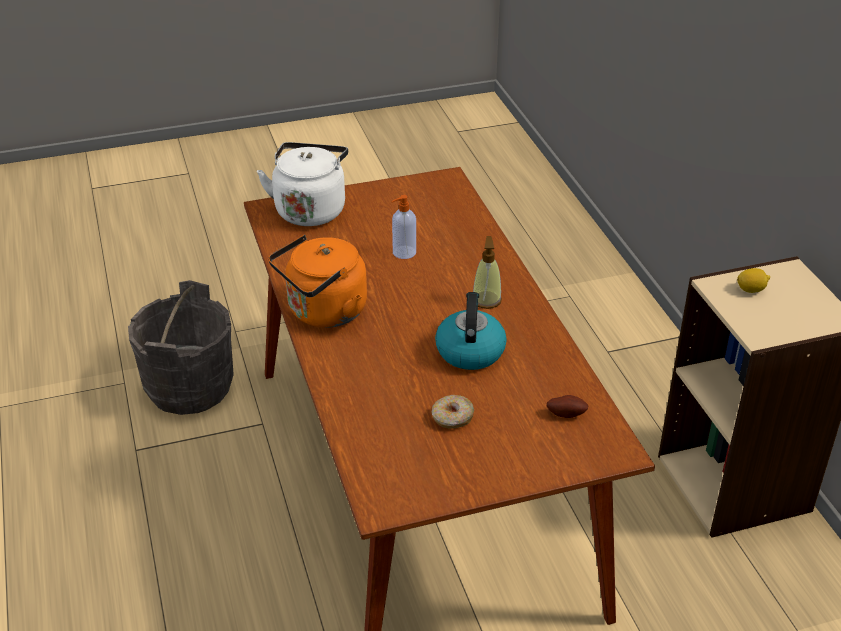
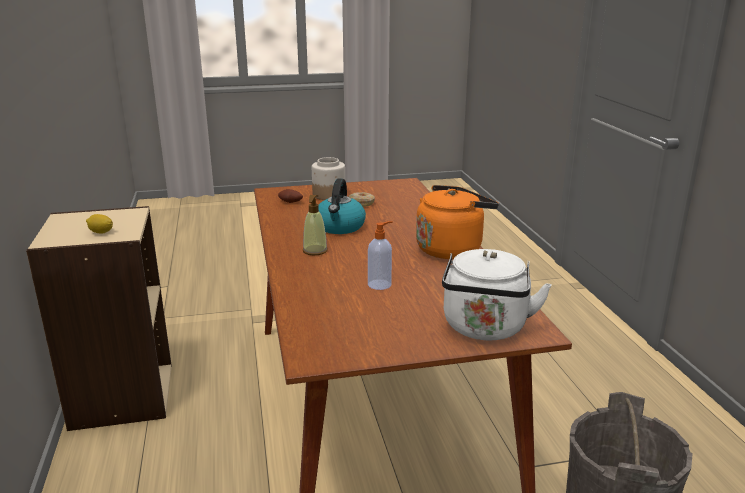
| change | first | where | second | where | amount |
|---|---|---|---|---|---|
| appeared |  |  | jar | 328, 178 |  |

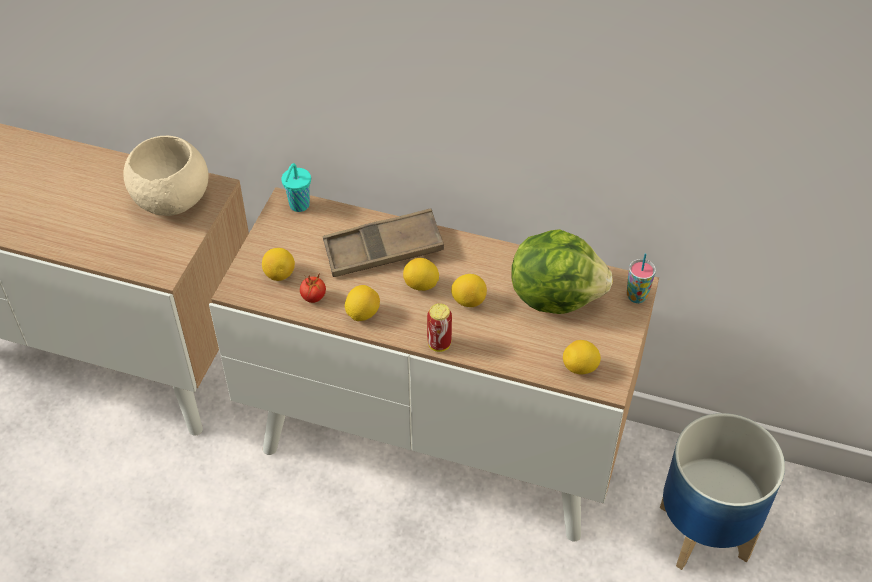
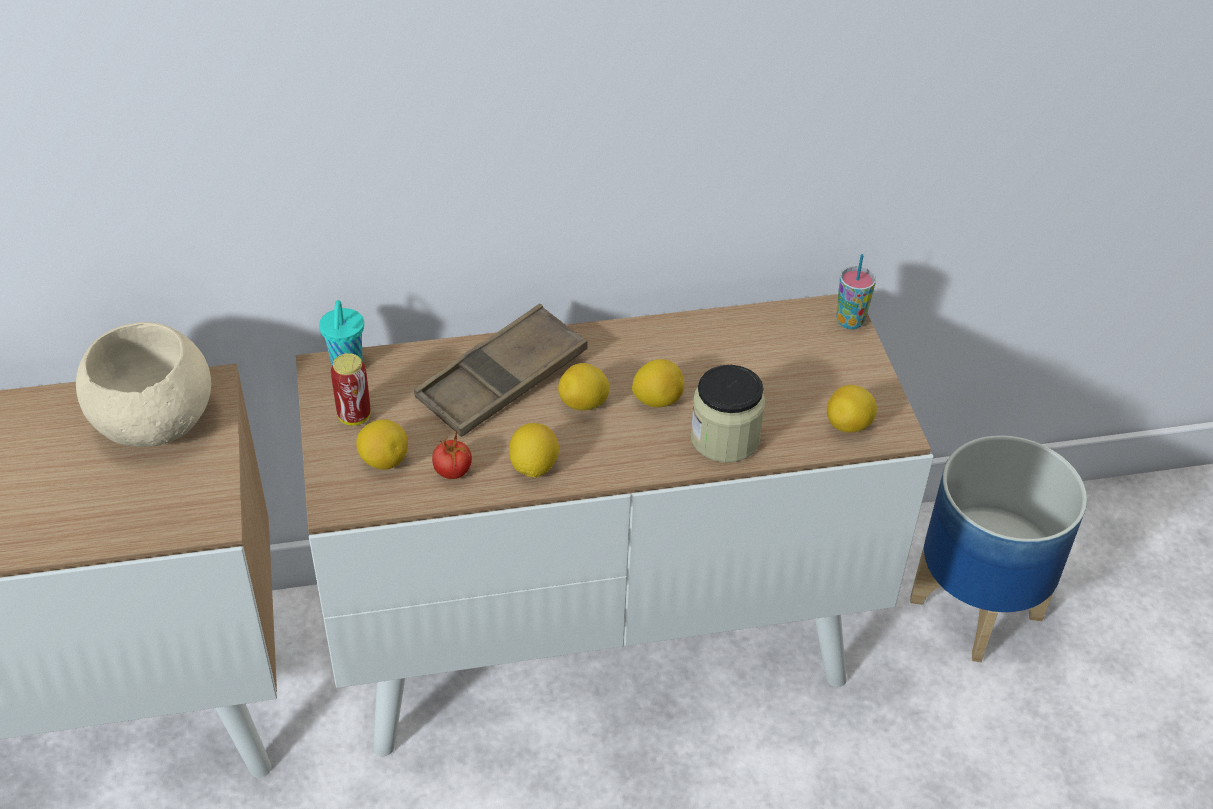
| change | first | where | second | where | amount |
|---|---|---|---|---|---|
| relocated | can | 439, 327 |  | 351, 389 |  |
| appeared |  |  | jar | 727, 414 |  |
| missing | lettuce | 562, 271 |  |  |  |

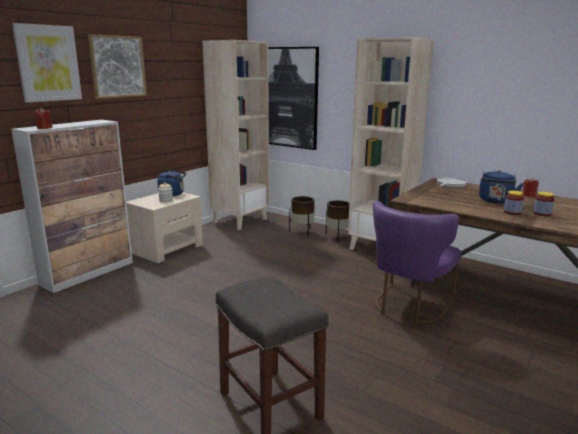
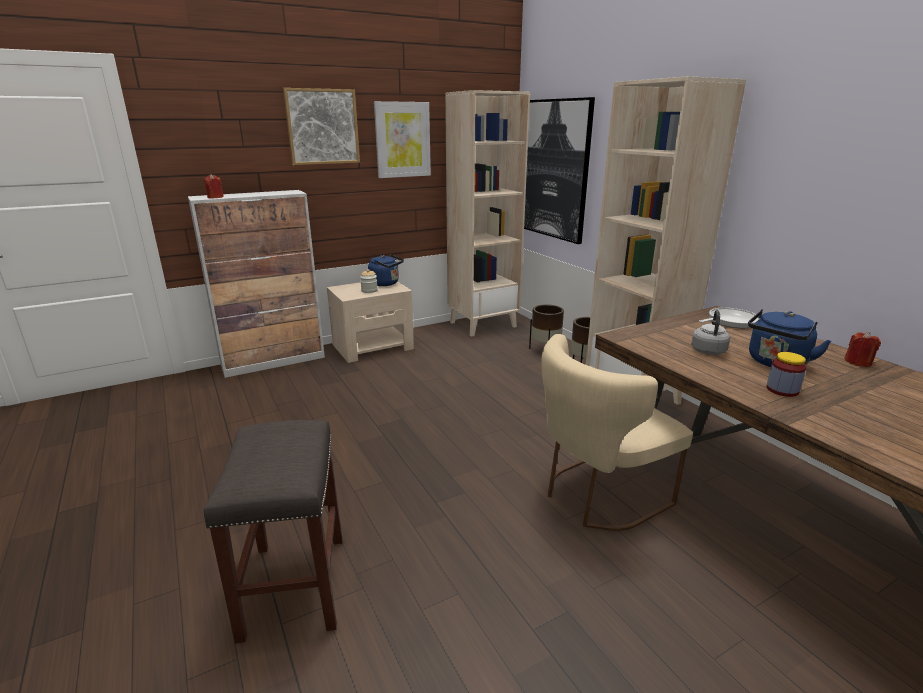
| change | first | where | second | where | amount |
|---|---|---|---|---|---|
| relocated | picture | 47, 63 |  | 402, 139 |  |
| colour | chair in purple | 417, 262 | chair in beige | 617, 432 |  |
| appeared |  |  | kettle in grey | 710, 332 |  |
| missing | jar | 543, 204 |  |  |  |

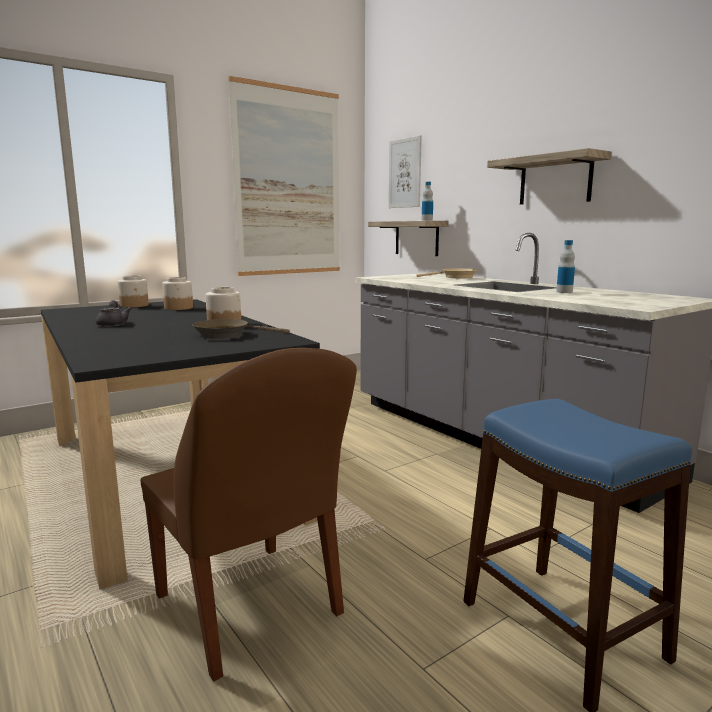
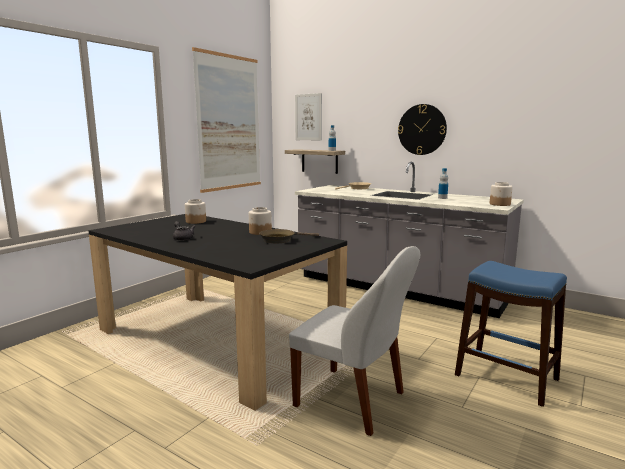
| change | first | where | second | where | amount |
|---|---|---|---|---|---|
| colour | chair in brown | 248, 514 | chair in white | 354, 341 |  |
| exchanged | shelf | 549, 176 | wall clock | 422, 129 |  |
| relocated | jar | 133, 291 |  | 501, 194 |  |

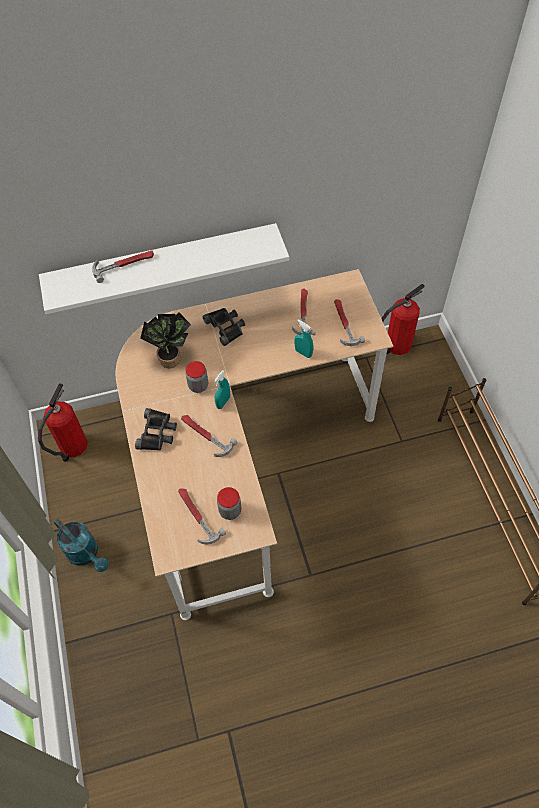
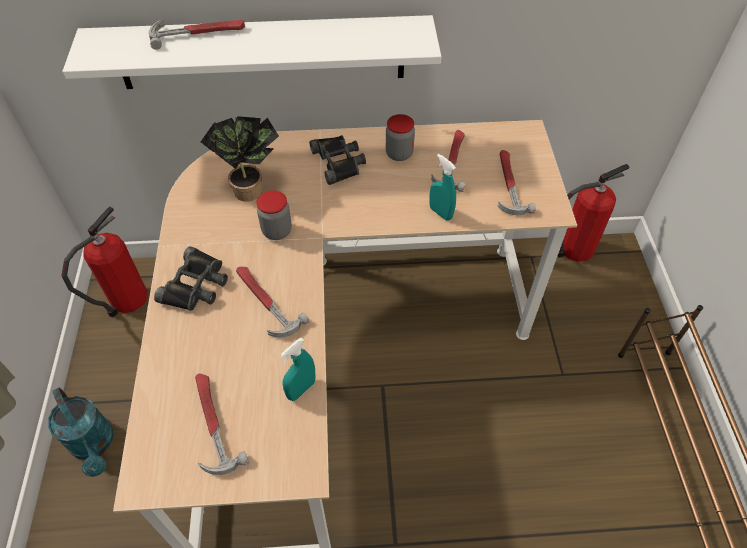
| change | first | where | second | where | amount |
|---|---|---|---|---|---|
| relocated | spray bottle in turquoise | 222, 389 |  | 298, 369 |  |
| relocated | jar | 229, 503 |  | 400, 137 |  |

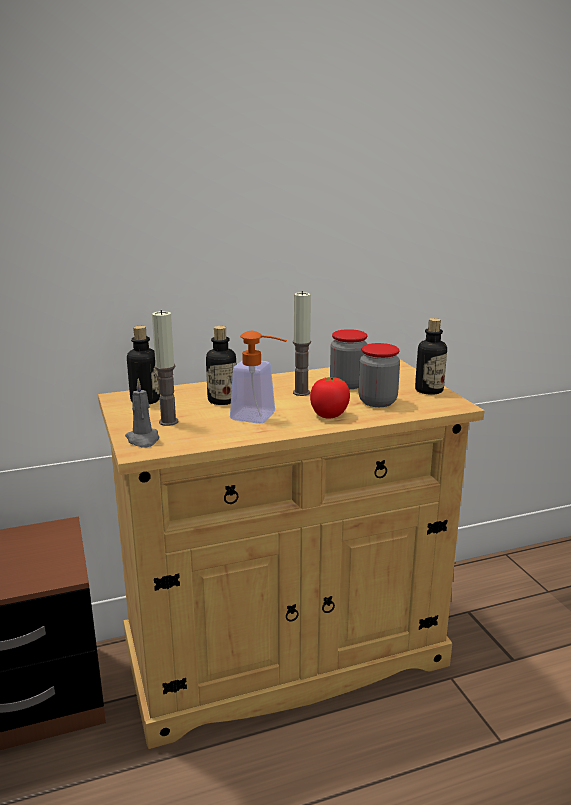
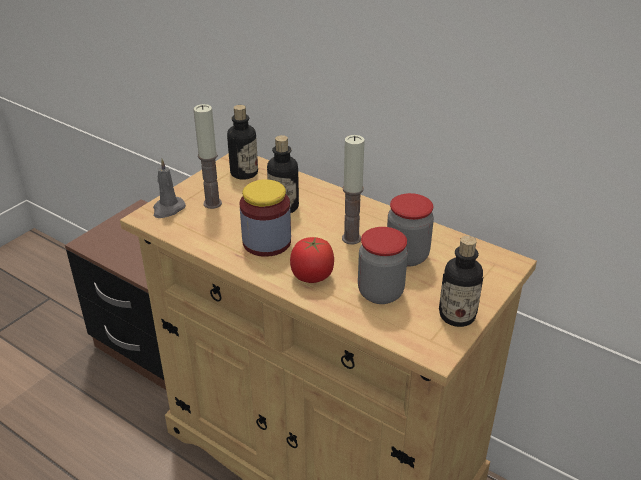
| change | first | where | second | where | amount |
|---|---|---|---|---|---|
| exchanged | soap dispenser | 258, 377 | jar | 265, 218 |  |

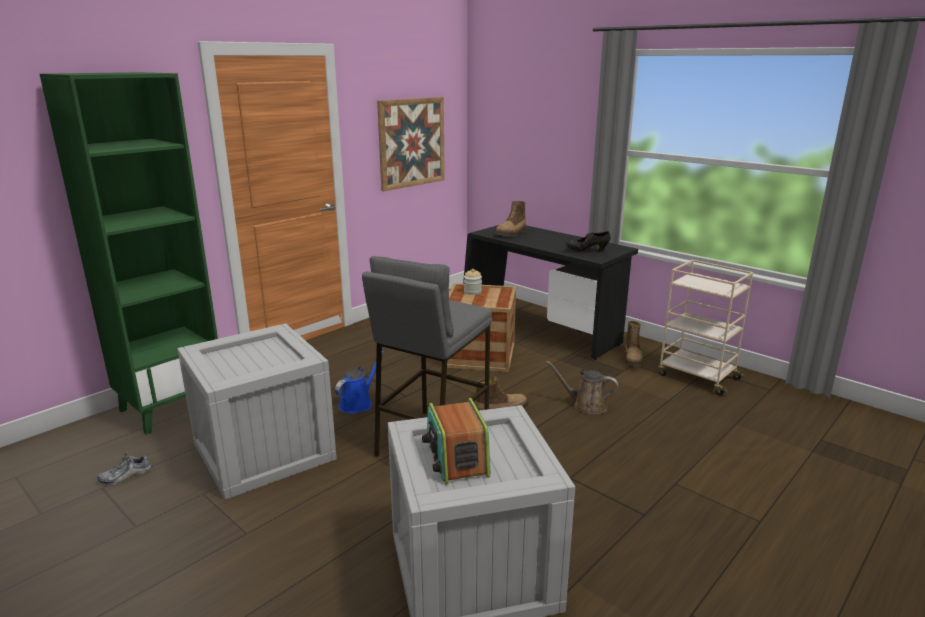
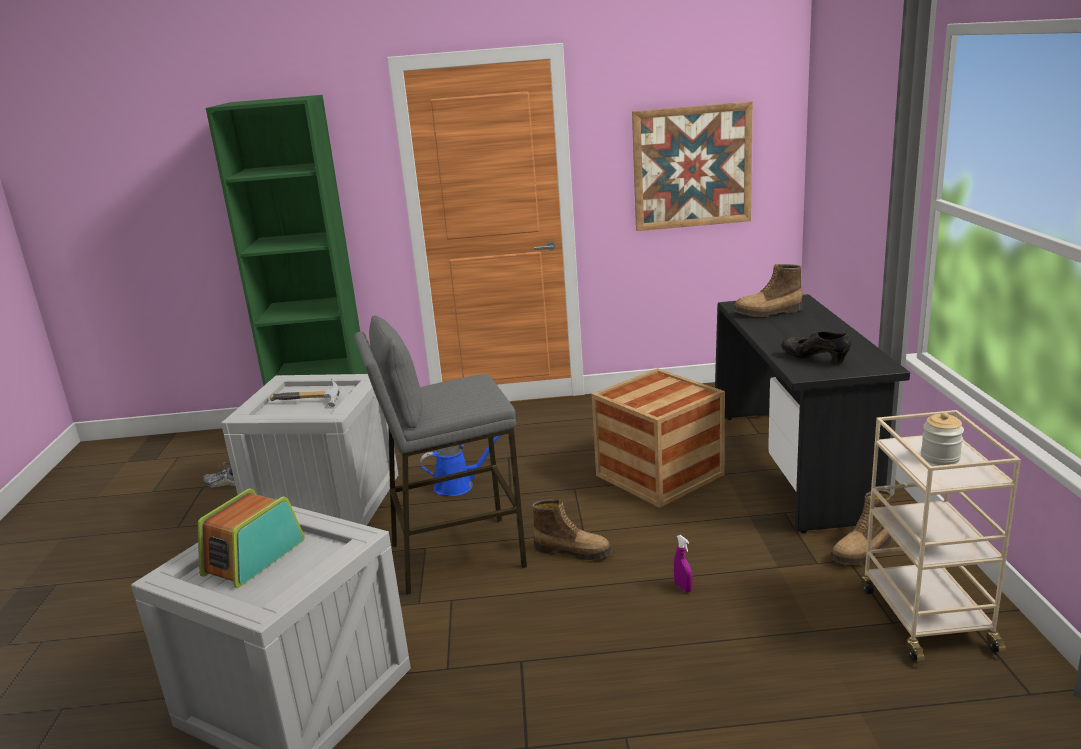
| change | first | where | second | where | amount |
|---|---|---|---|---|---|
| appeared |  |  | hammer | 305, 393 |  |
| exchanged | watering can in brown | 582, 387 | spray bottle in purple | 683, 563 |  |
| relocated | jar | 473, 282 |  | 942, 438 |  |

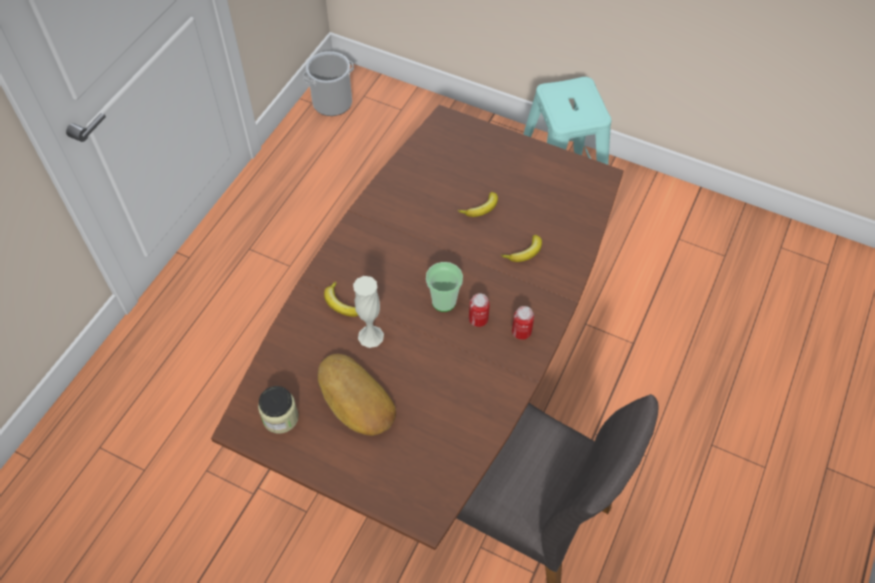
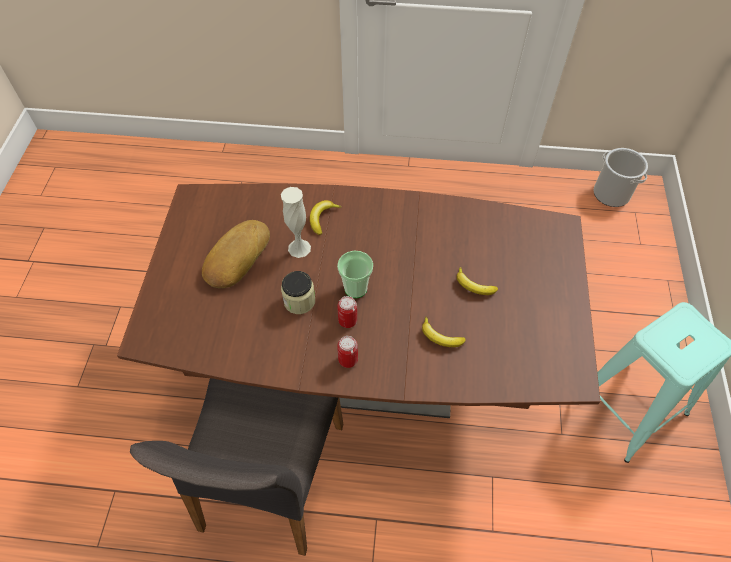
| change | first | where | second | where | amount |
|---|---|---|---|---|---|
| relocated | jar | 278, 410 |  | 298, 292 |  |

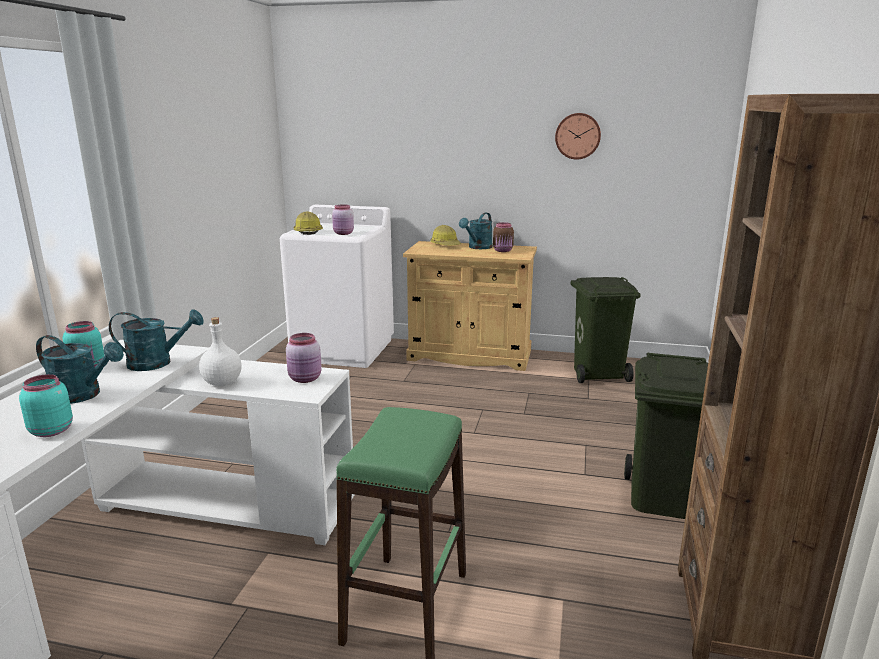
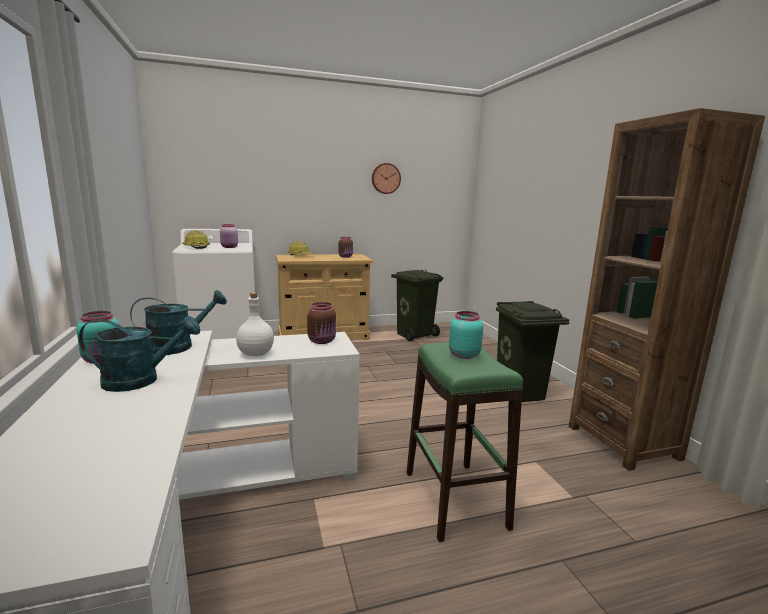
| change | first | where | second | where | amount |
|---|---|---|---|---|---|
| colour | jar in pink | 304, 358 | jar in brown | 321, 323 |  |
| relocated | jar in turquoise | 46, 405 |  | 466, 335 |  |
| missing | watering can in turquoise | 476, 231 |  |  |  |

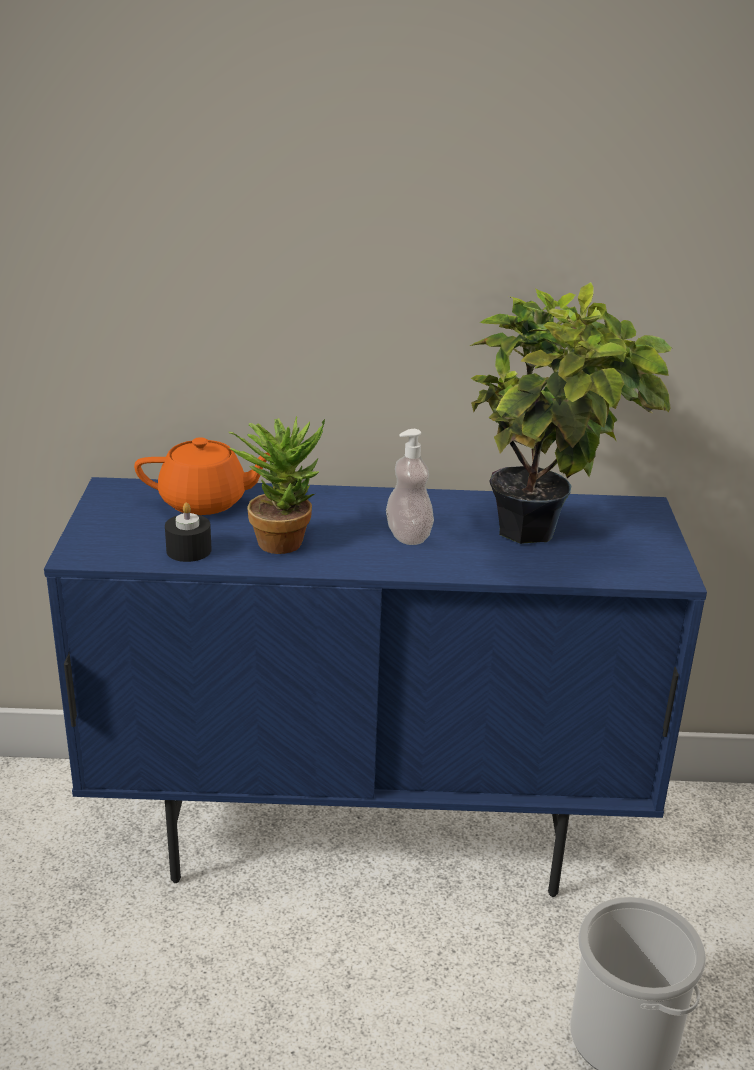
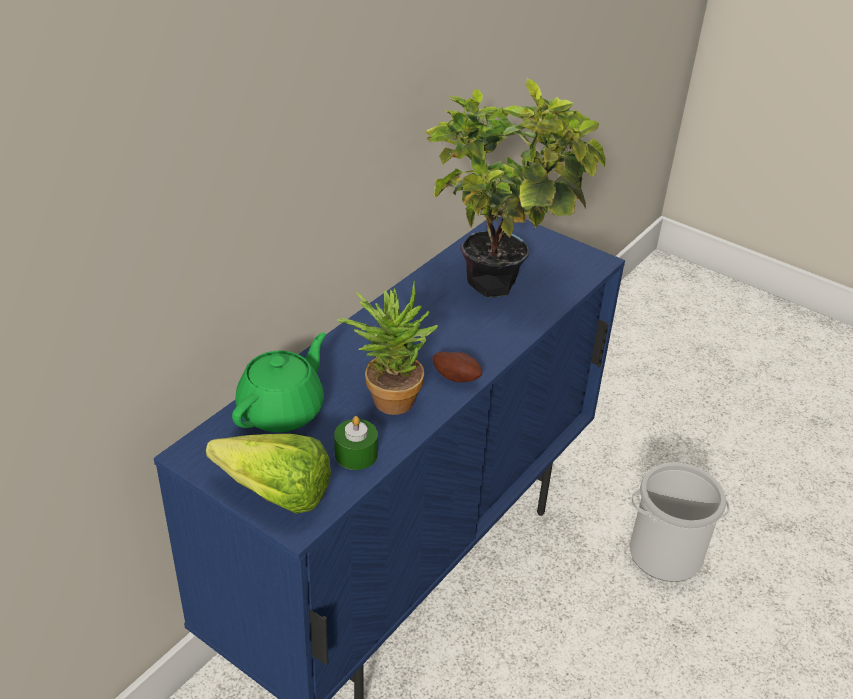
| change | first | where | second | where | amount |
|---|---|---|---|---|---|
| appeared |  |  | lettuce | 268, 474 |  |
| colour | teapot in orange | 202, 476 | teapot in green | 279, 382 |  |
| colour | candle in black | 188, 532 | candle in green | 356, 443 |  |
| appeared |  |  | potato | 457, 367 |  |
| missing | soap dispenser | 410, 487 |  |  |  |

